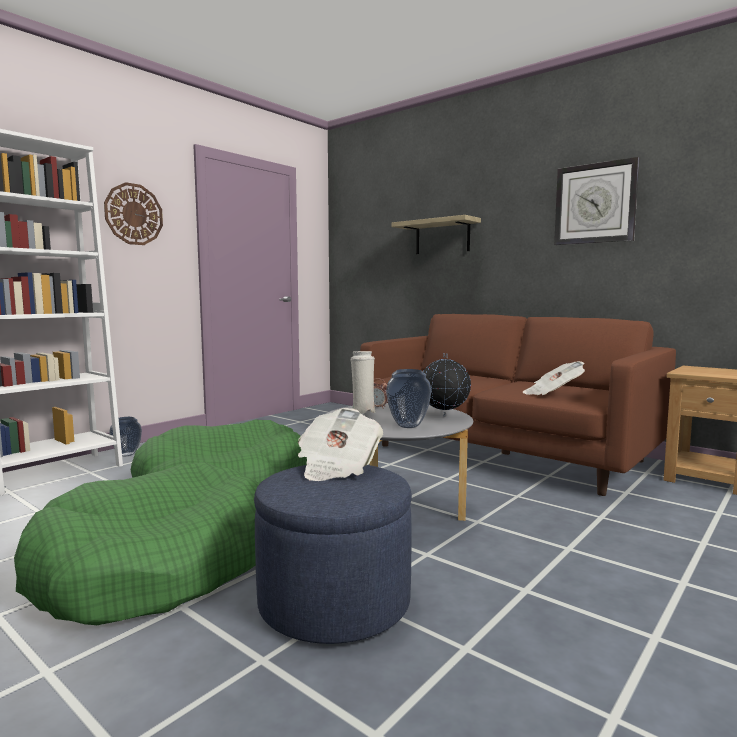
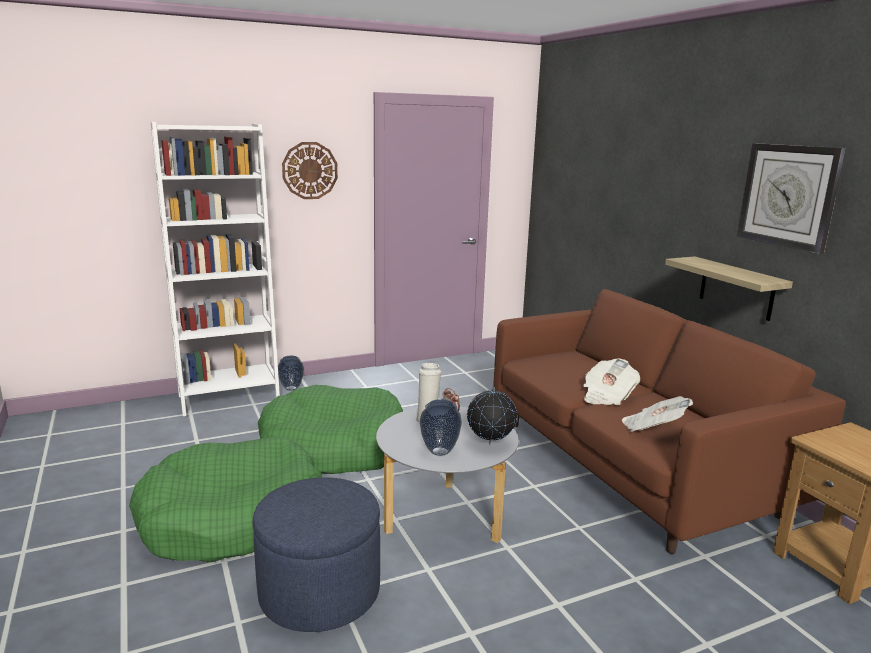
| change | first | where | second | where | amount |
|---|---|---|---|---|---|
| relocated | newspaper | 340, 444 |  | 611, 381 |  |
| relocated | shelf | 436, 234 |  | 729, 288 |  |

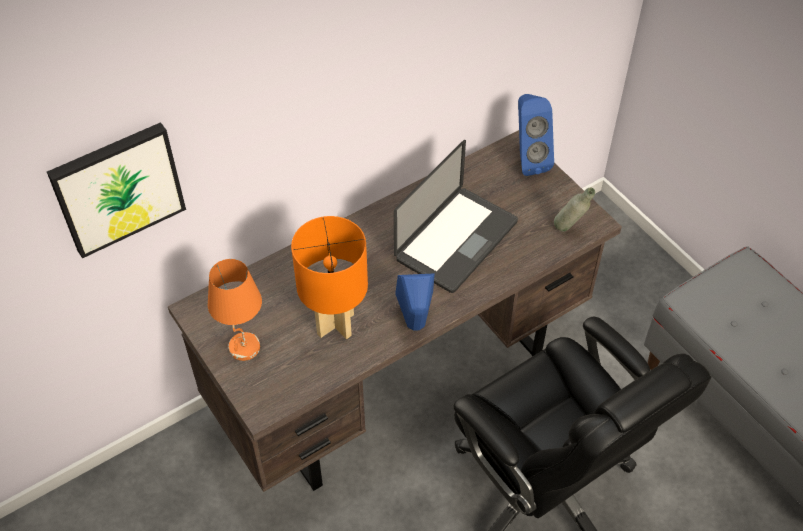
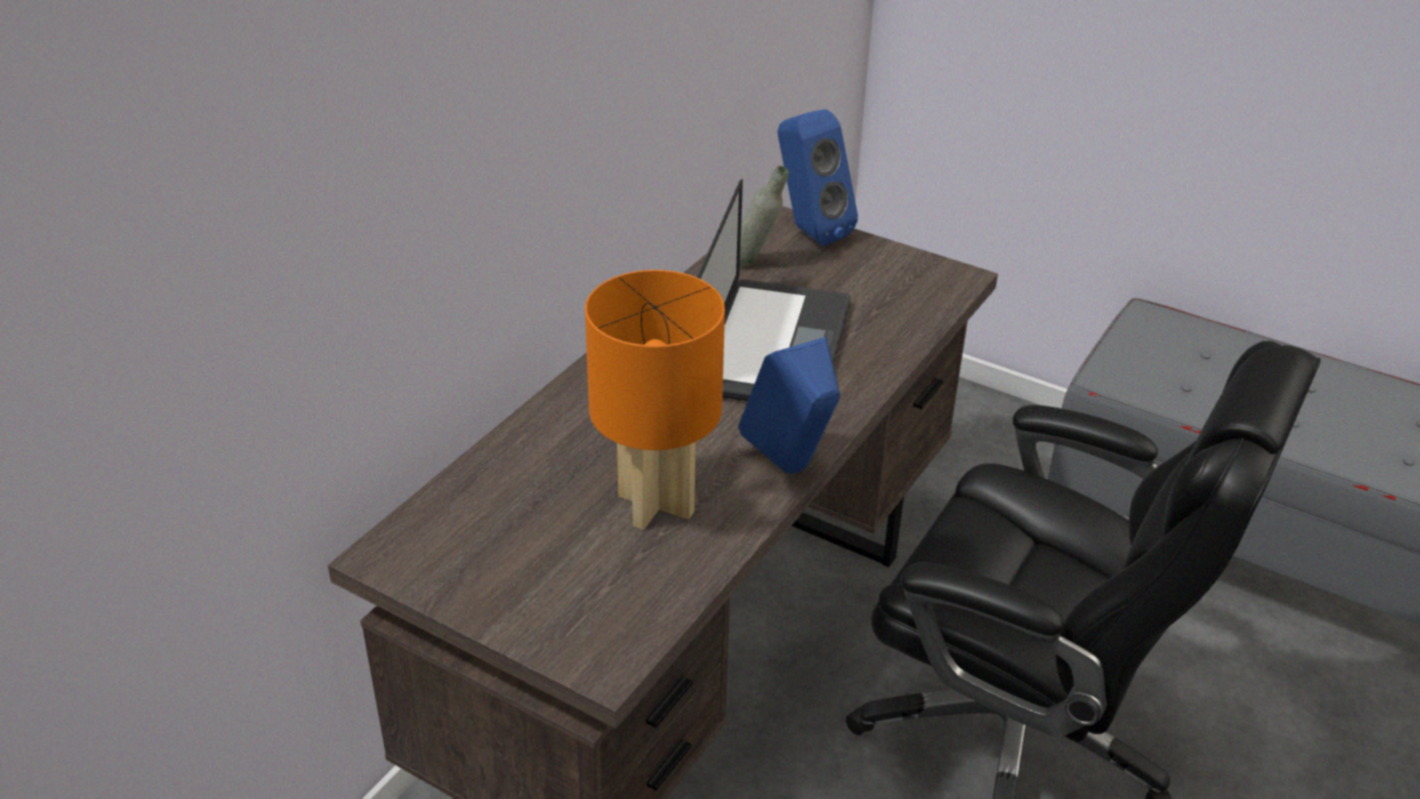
| change | first | where | second | where | amount |
|---|---|---|---|---|---|
| relocated | bottle in grey | 574, 209 |  | 764, 216 |  |
| missing | picture | 116, 190 |  |  |  |
| missing | table lamp in orange | 235, 310 |  |  |  |

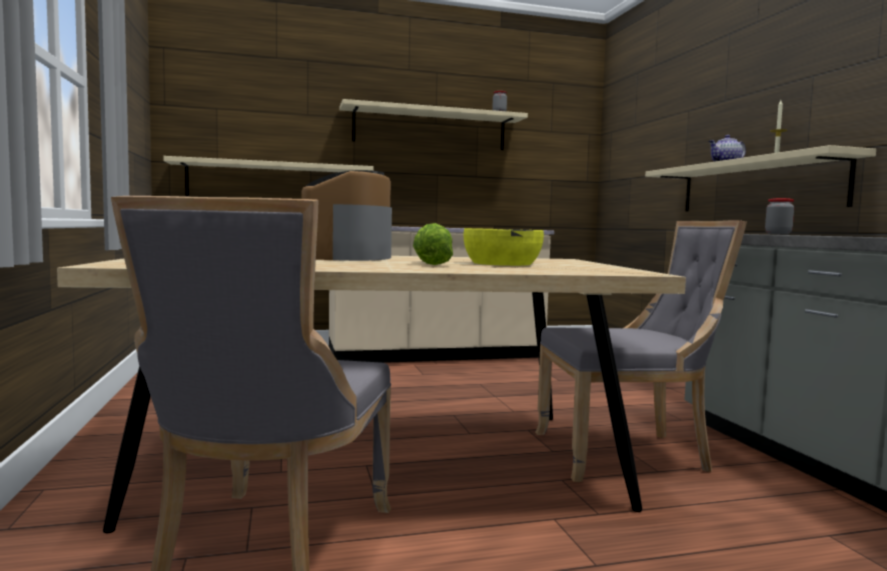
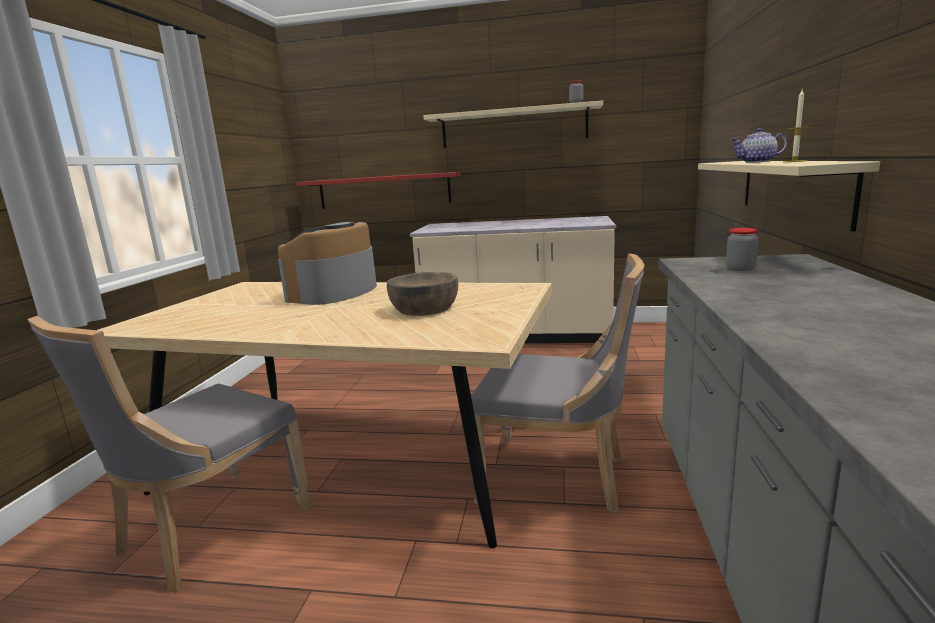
| change | first | where | second | where | amount |
|---|---|---|---|---|---|
| colour | shelf in beige | 268, 176 | shelf in red | 378, 190 |  |
| colour | bowl in yellow | 503, 247 | bowl in brown | 422, 294 |  |
| missing | lettuce | 433, 244 |  |  |  |

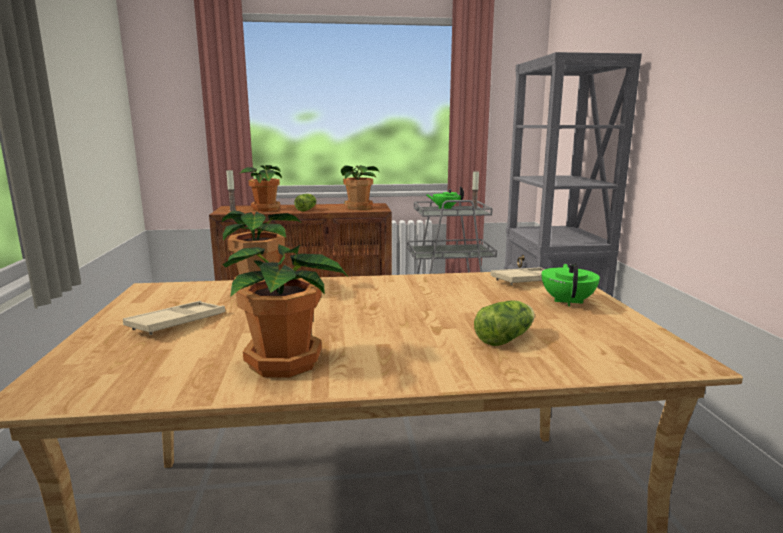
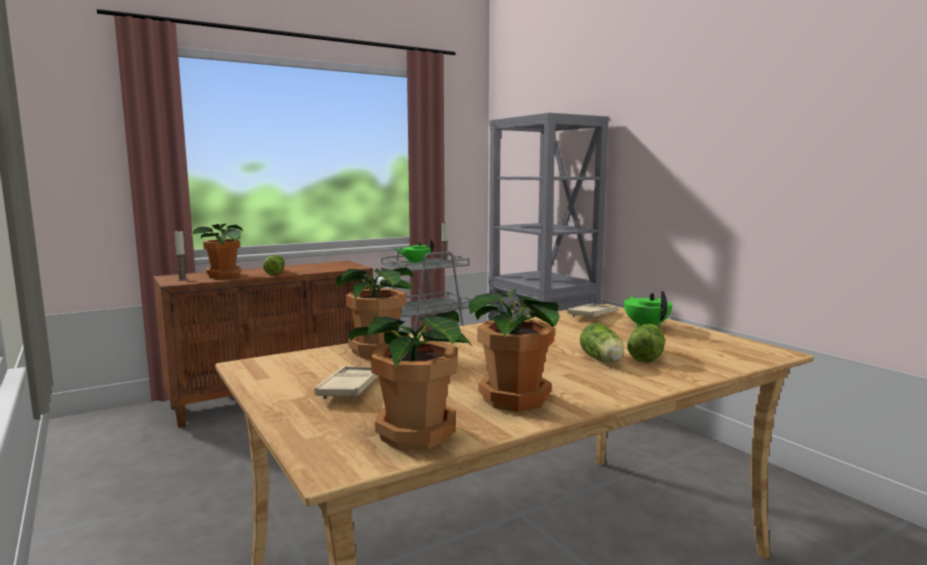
| change | first | where | second | where | amount |
|---|---|---|---|---|---|
| relocated | potted plant | 360, 187 |  | 411, 380 |  |
| appeared |  |  | lettuce | 602, 342 |  |

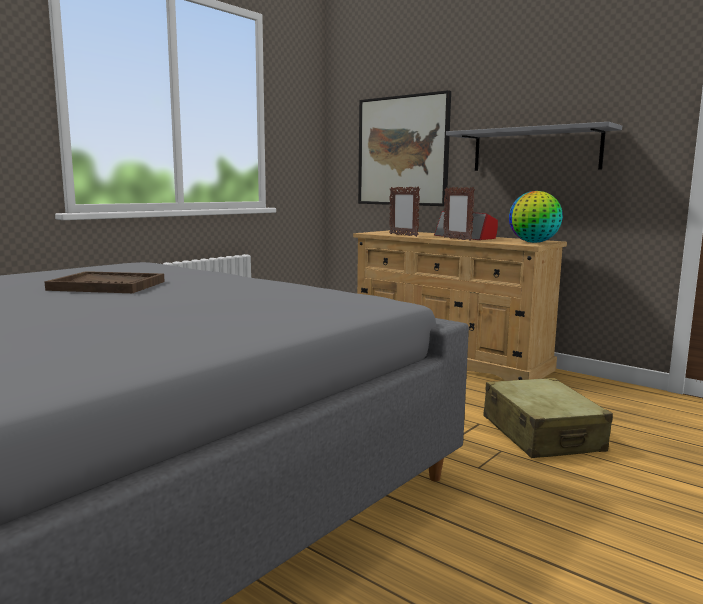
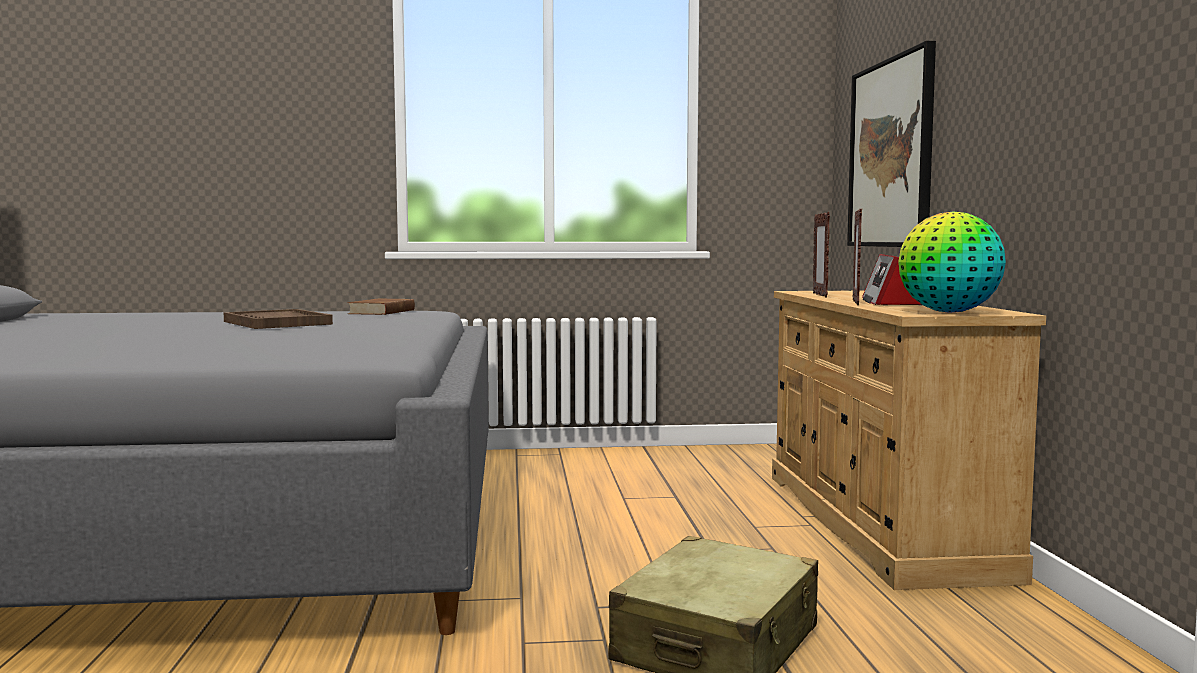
| change | first | where | second | where | amount |
|---|---|---|---|---|---|
| appeared |  |  | book in brown | 381, 307 |  |
| missing | shelf in grey | 534, 146 |  |  |  |

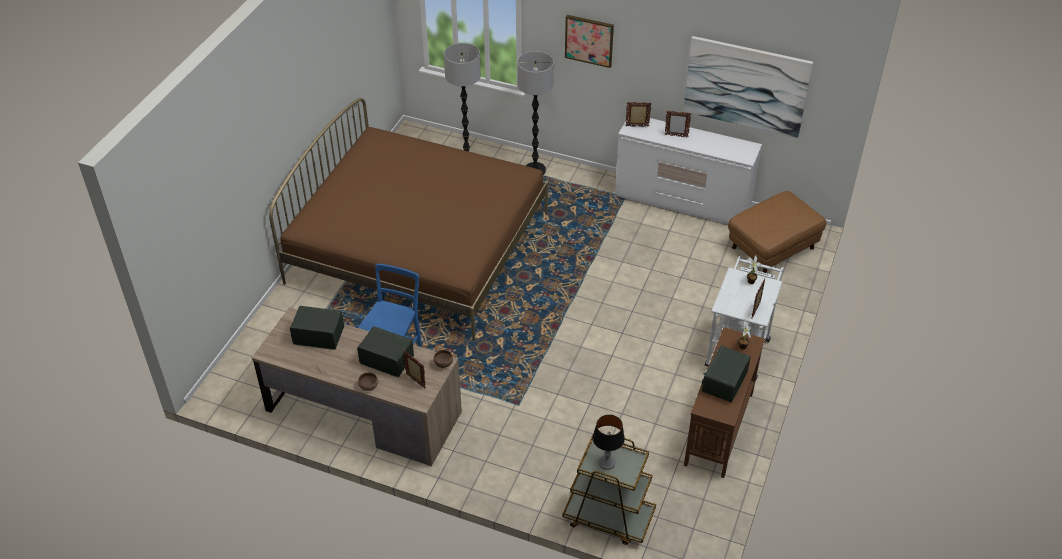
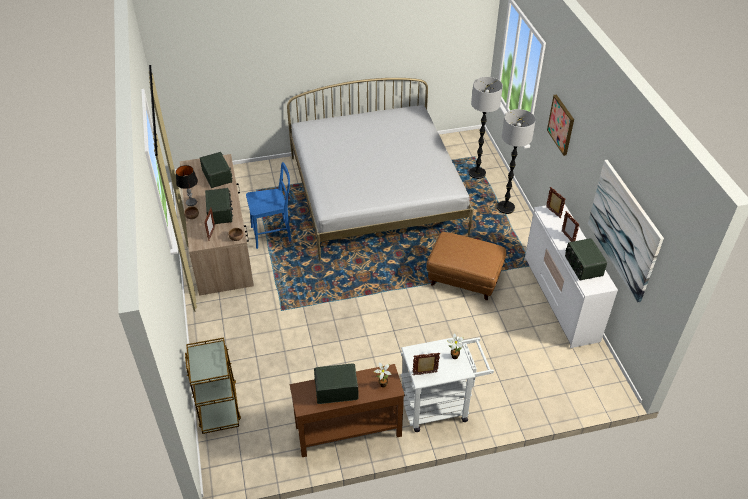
| change | first | where | second | where | amount |
|---|---|---|---|---|---|
| relocated | table lamp | 609, 442 |  | 187, 185 |  |
| colour | bed in brown | 408, 219 | bed in white | 380, 169 |  |
| relocated | ottoman in brown | 777, 232 |  | 466, 266 |  |
| appeared |  |  | radio | 586, 259 |  |

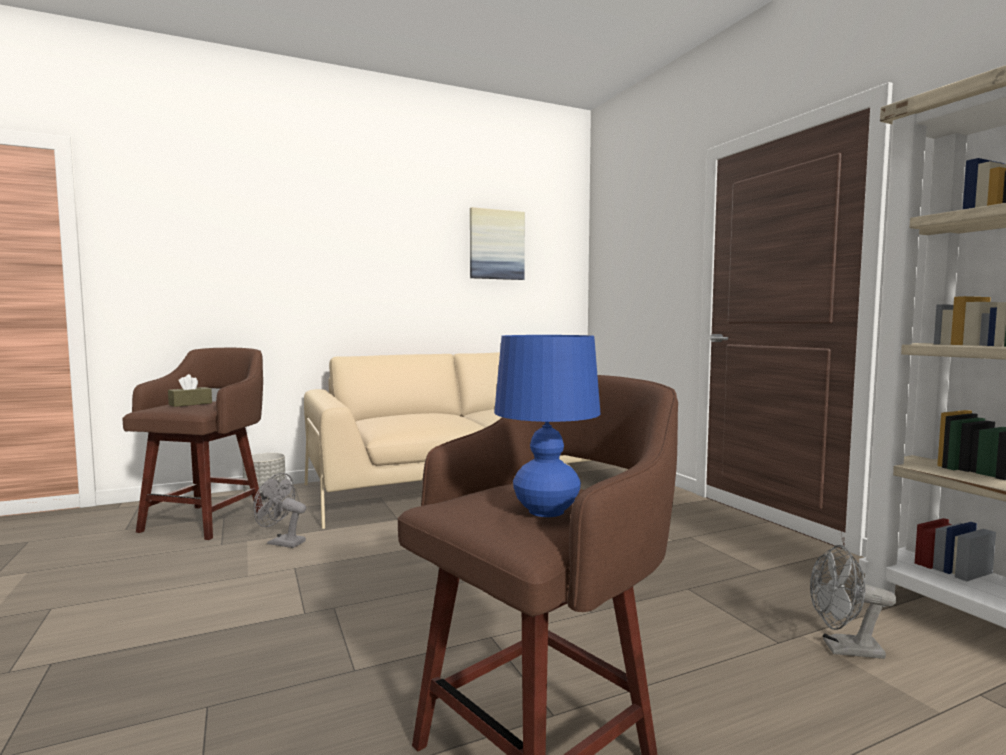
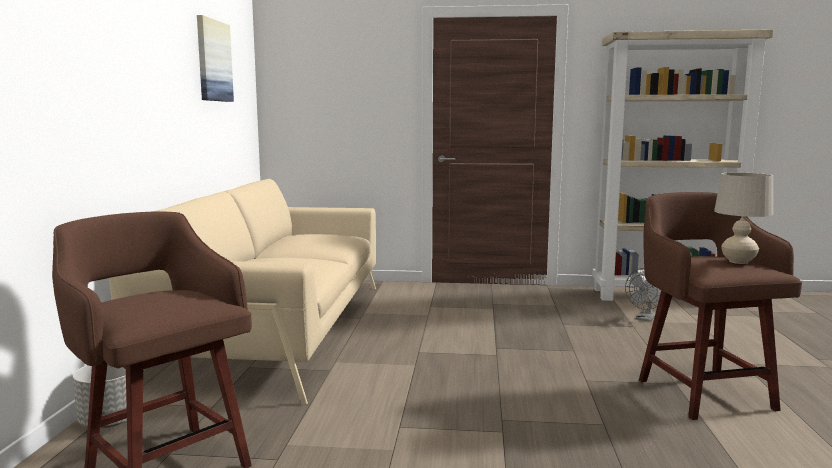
| change | first | where | second | where | amount |
|---|---|---|---|---|---|
| colour | table lamp in blue | 547, 426 | table lamp in beige | 743, 218 |  |
| missing | tissue box in brown | 190, 390 |  |  |  |
| missing | fan in grey | 279, 510 |  |  |  |

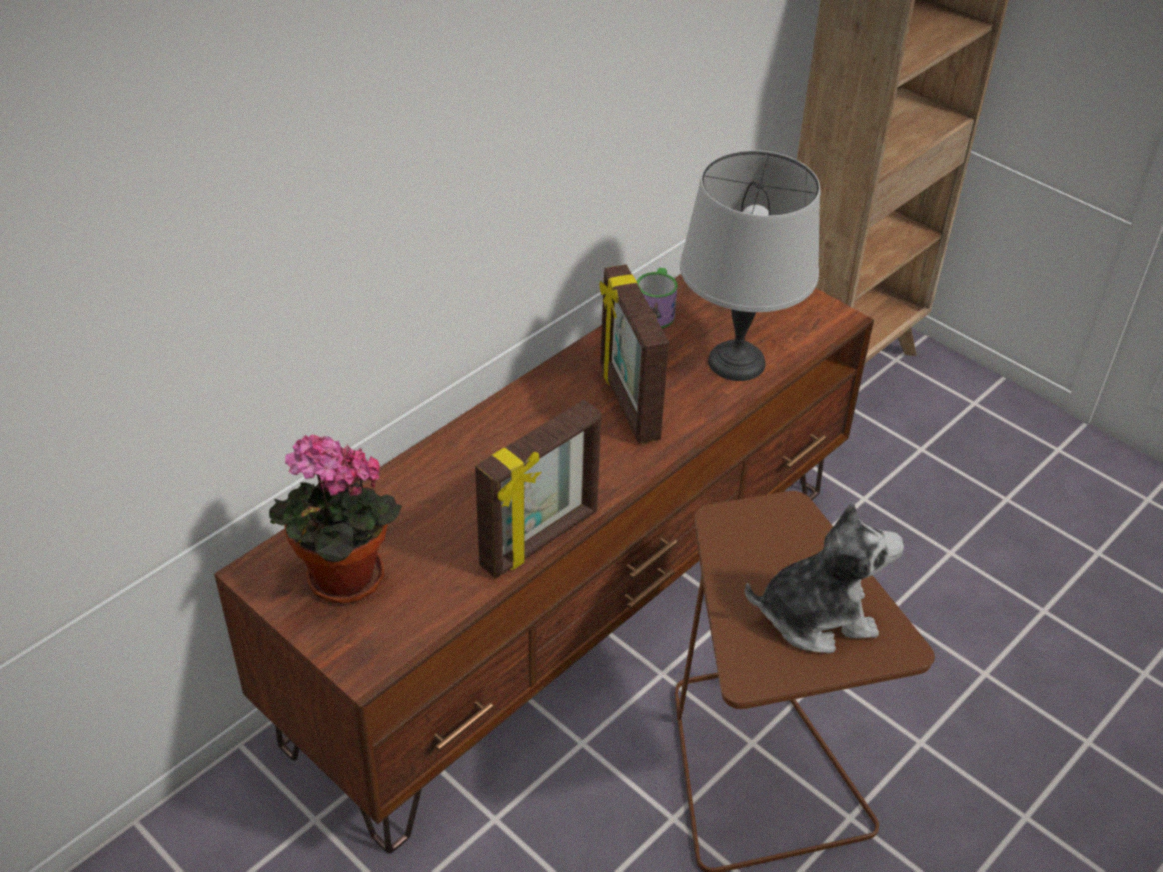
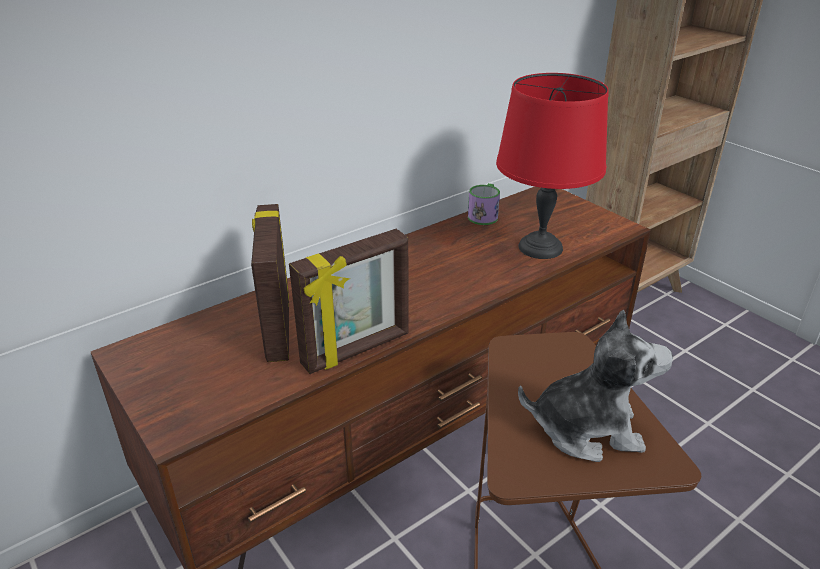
| change | first | where | second | where | amount |
|---|---|---|---|---|---|
| relocated | picture frame | 634, 354 |  | 270, 283 |  |
| colour | table lamp in grey | 750, 265 | table lamp in red | 552, 166 |  |
| missing | potted plant | 335, 519 |  |  |  |

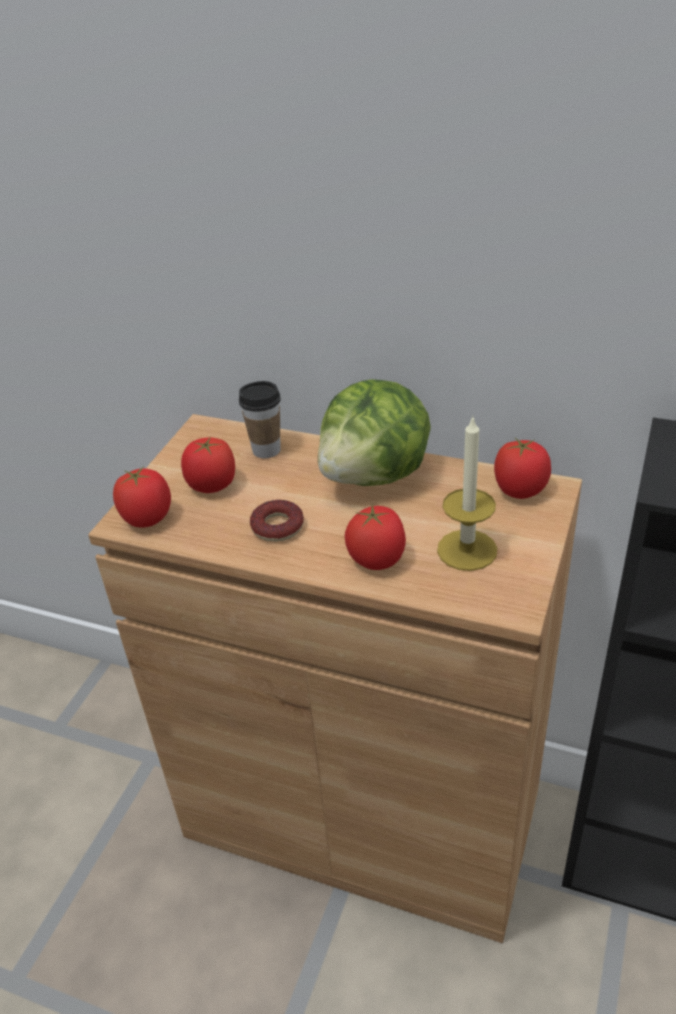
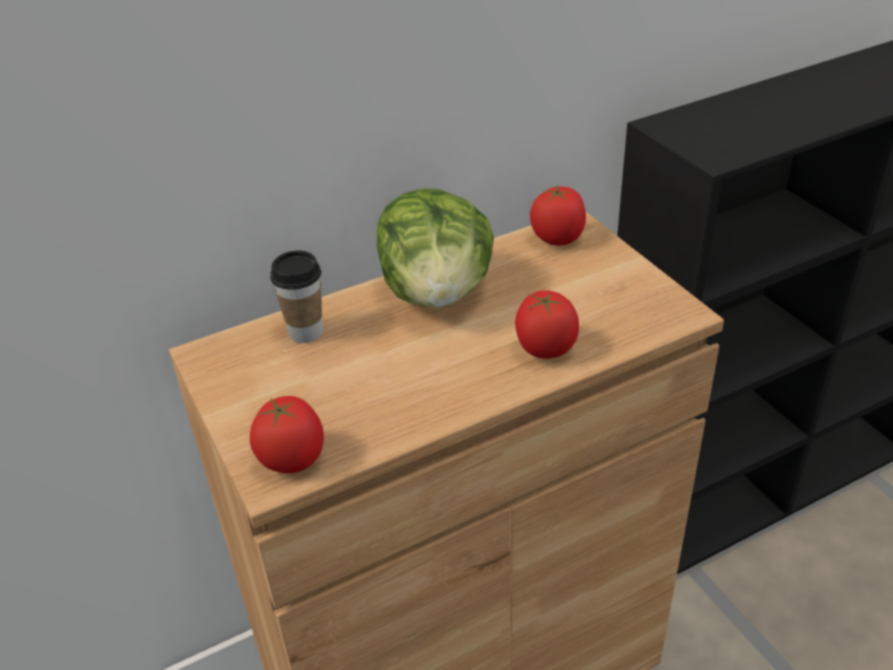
| change | first | where | second | where | amount |
|---|---|---|---|---|---|
| missing | tomato | 208, 465 |  |  |  |
| missing | donut | 277, 521 |  |  |  |
| missing | candle | 467, 493 |  |  |  |

